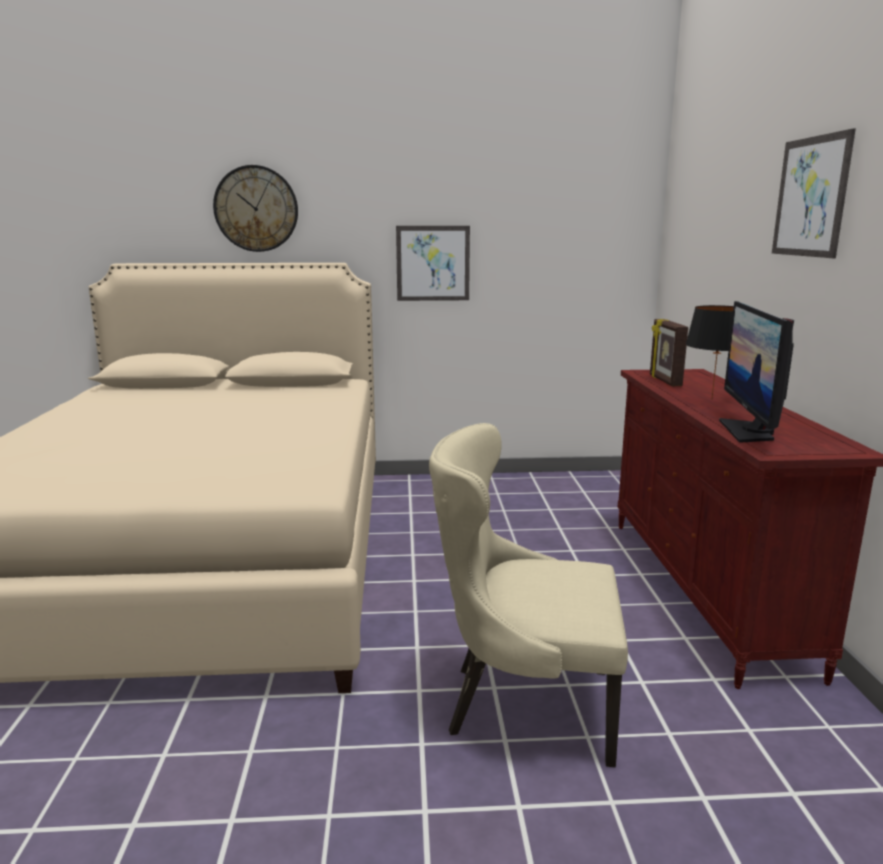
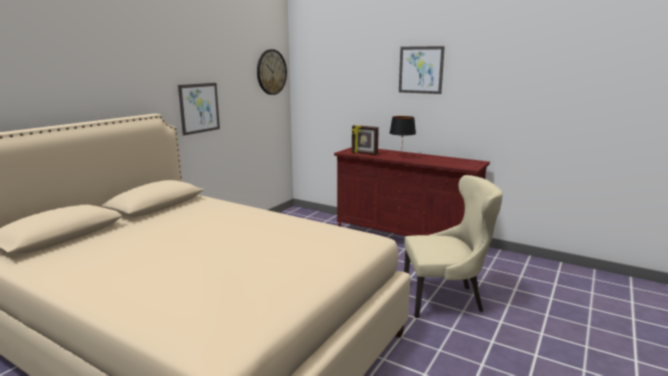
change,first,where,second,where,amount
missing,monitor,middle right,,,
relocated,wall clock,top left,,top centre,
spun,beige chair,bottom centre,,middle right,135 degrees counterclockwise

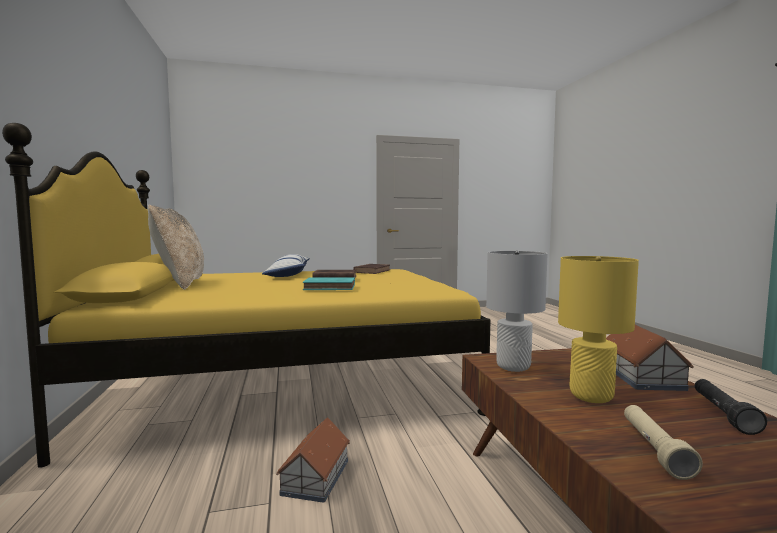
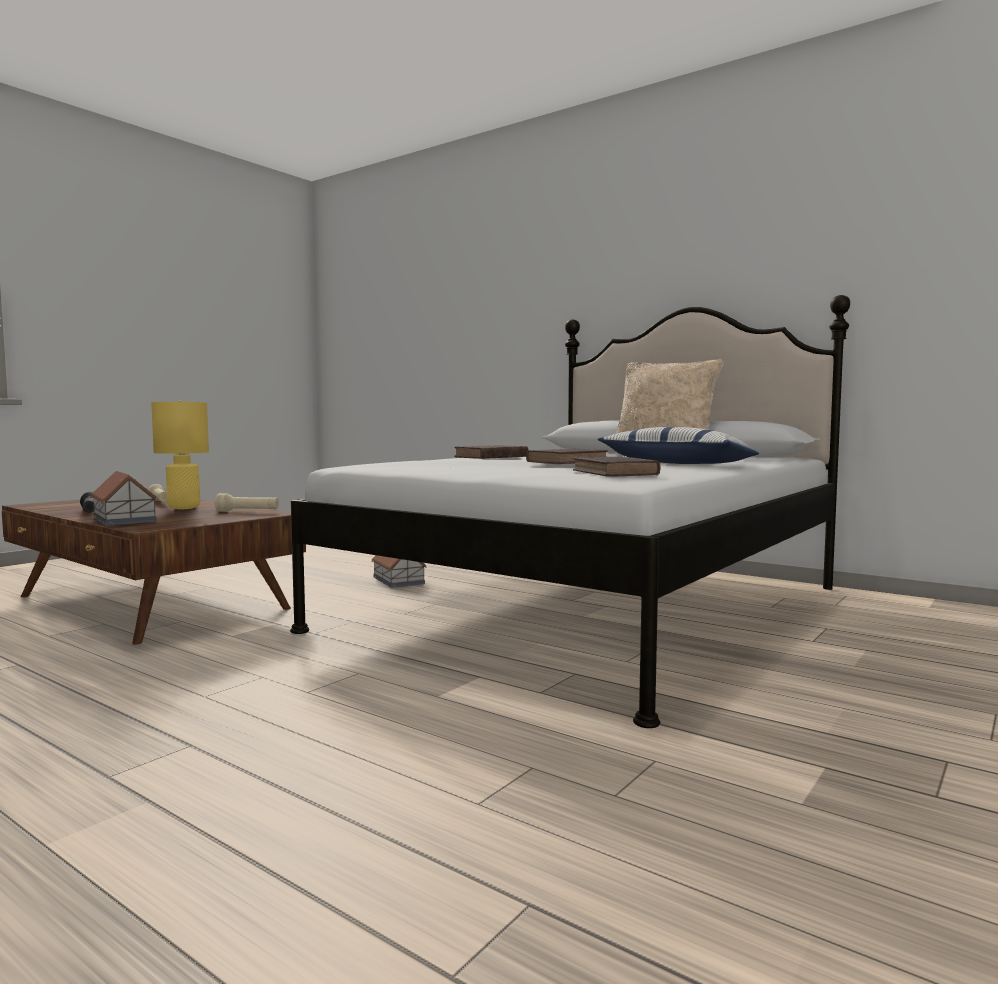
change,first,where,second,where,amount
exchanged,grey table lamp,centre,beige flashlight (no. 2 from left),middle left,
colour,yellow bed,middle left,white bed,centre,
colour,turquoise book,centre,brown book (no. 1 from left),centre,

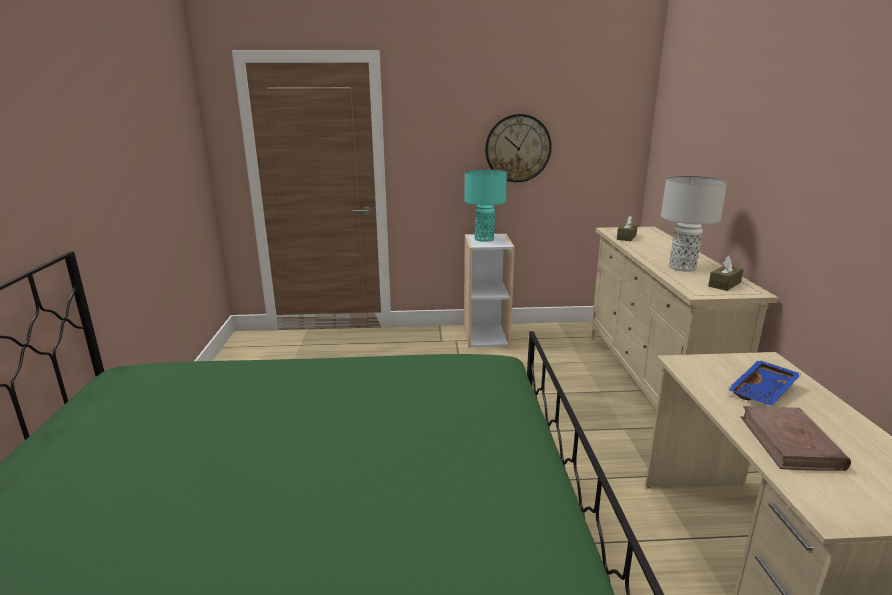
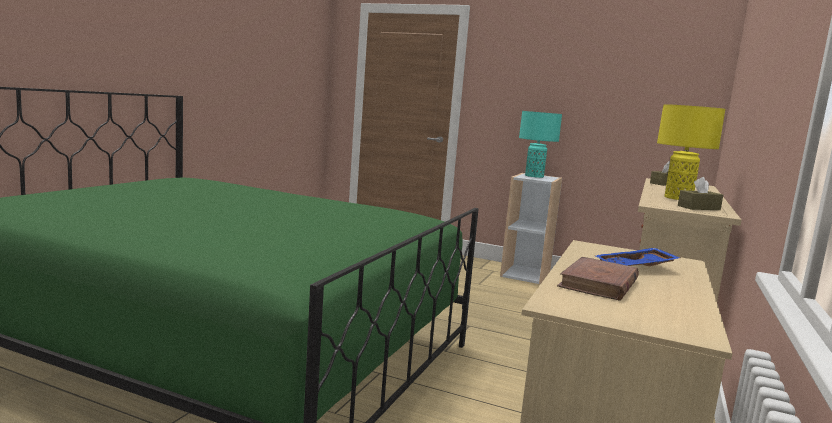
change,first,where,second,where,amount
missing,wall clock,top centre,,,
colour,white table lamp,middle right,yellow table lamp,middle right,

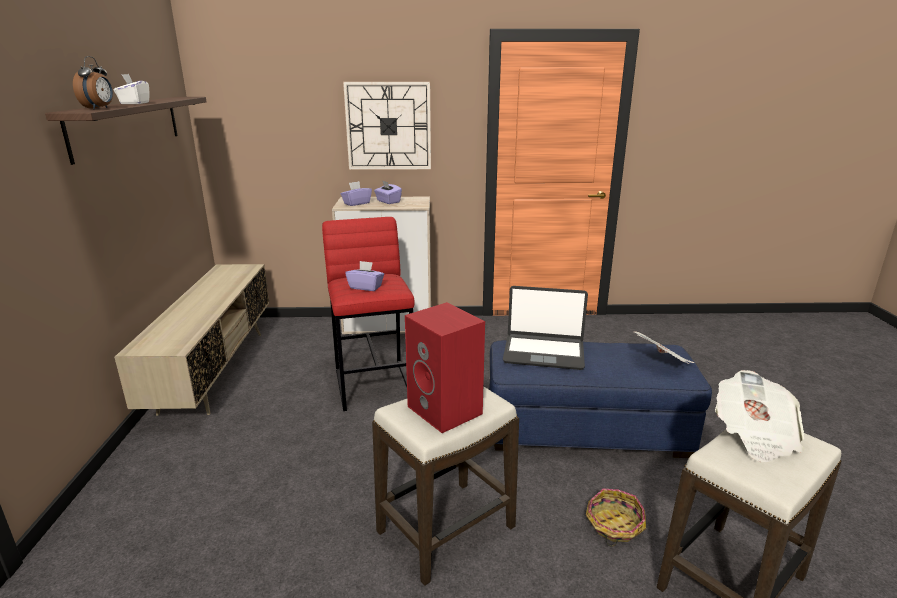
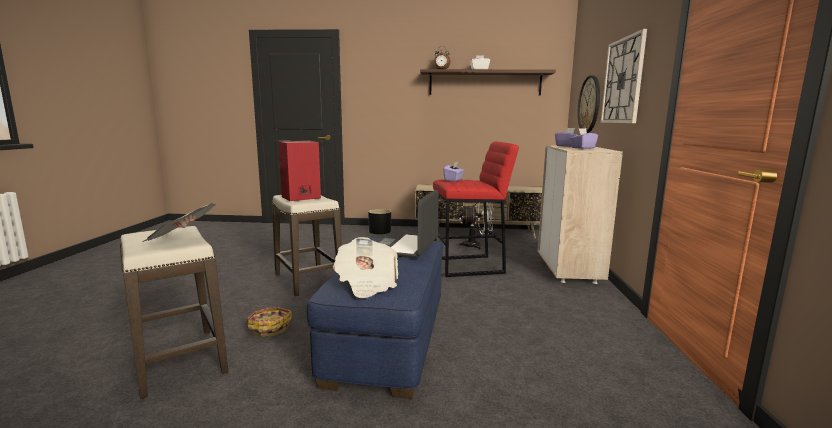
change,first,where,second,where,amount
appeared,,,black planter,centre,
appeared,,,white fan,centre,
appeared,,,wall clock (no. 1 from left),top right,

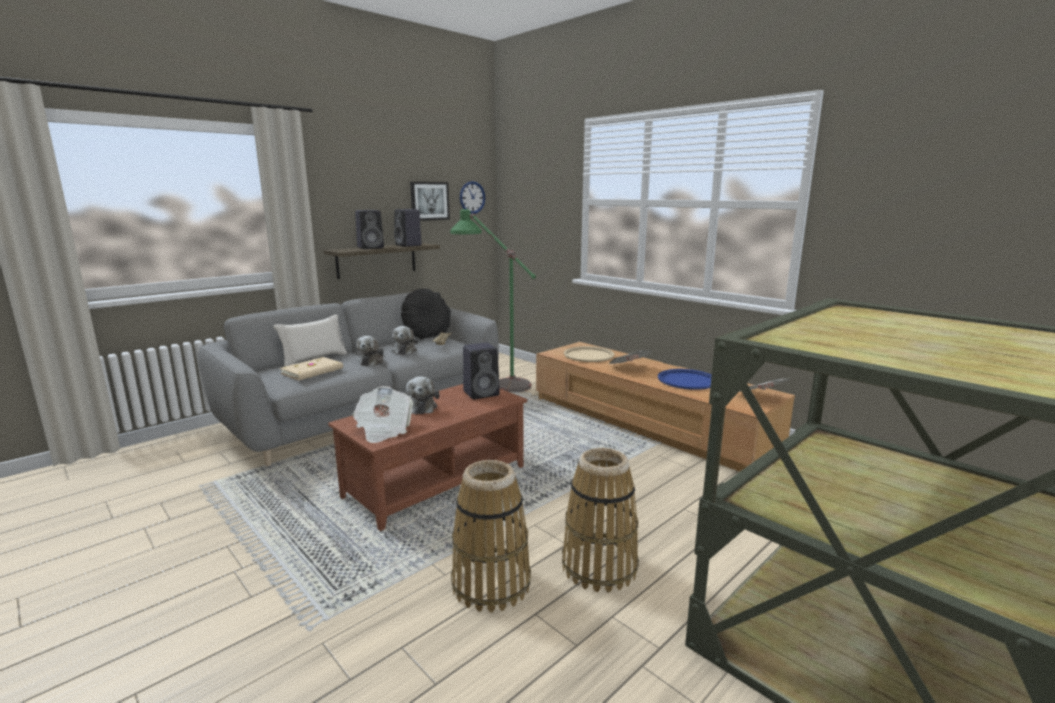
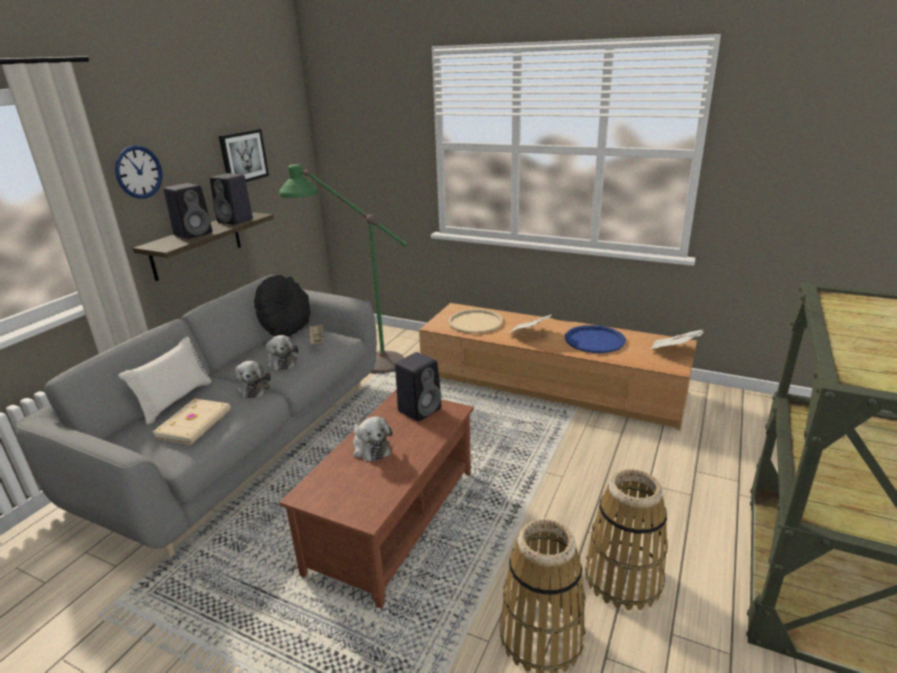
change,first,where,second,where,amount
missing,newspaper (no. 1 from left),centre,,,
relocated,wall clock,top centre,,top left,

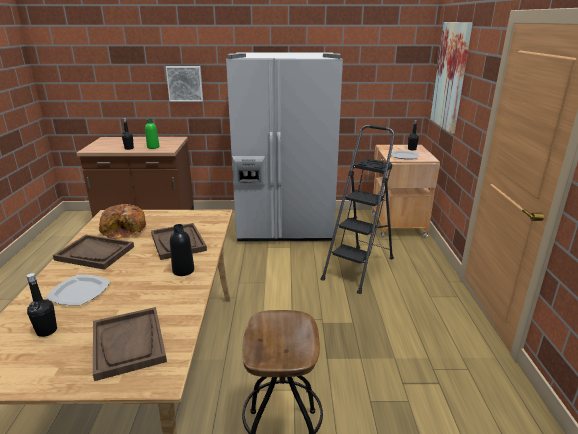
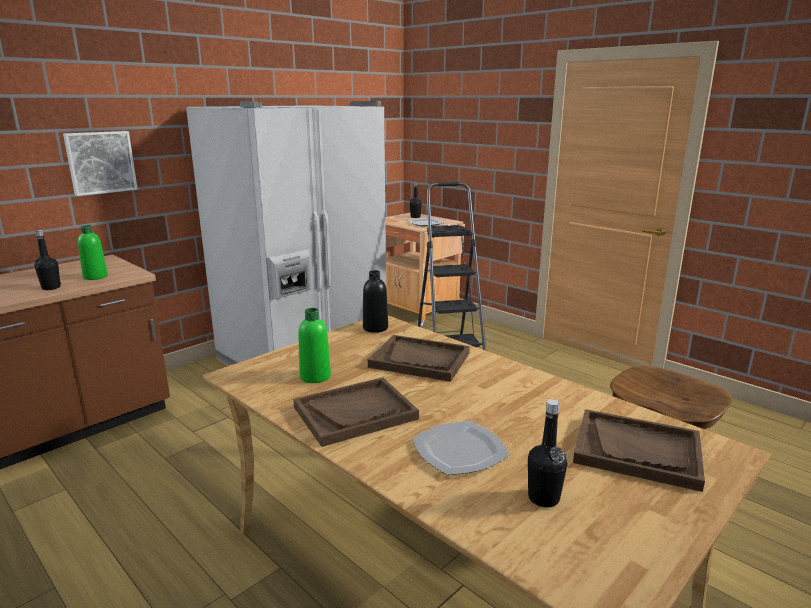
change,first,where,second,where,amount
missing,picture (no. 2 from left),top right,,,
relocated,black bottle (no. 3 from left in the first image),middle left,black bottle (no. 2 from left),centre,
exchanged,bread,middle left,green bottle (no. 2 from left),centre,

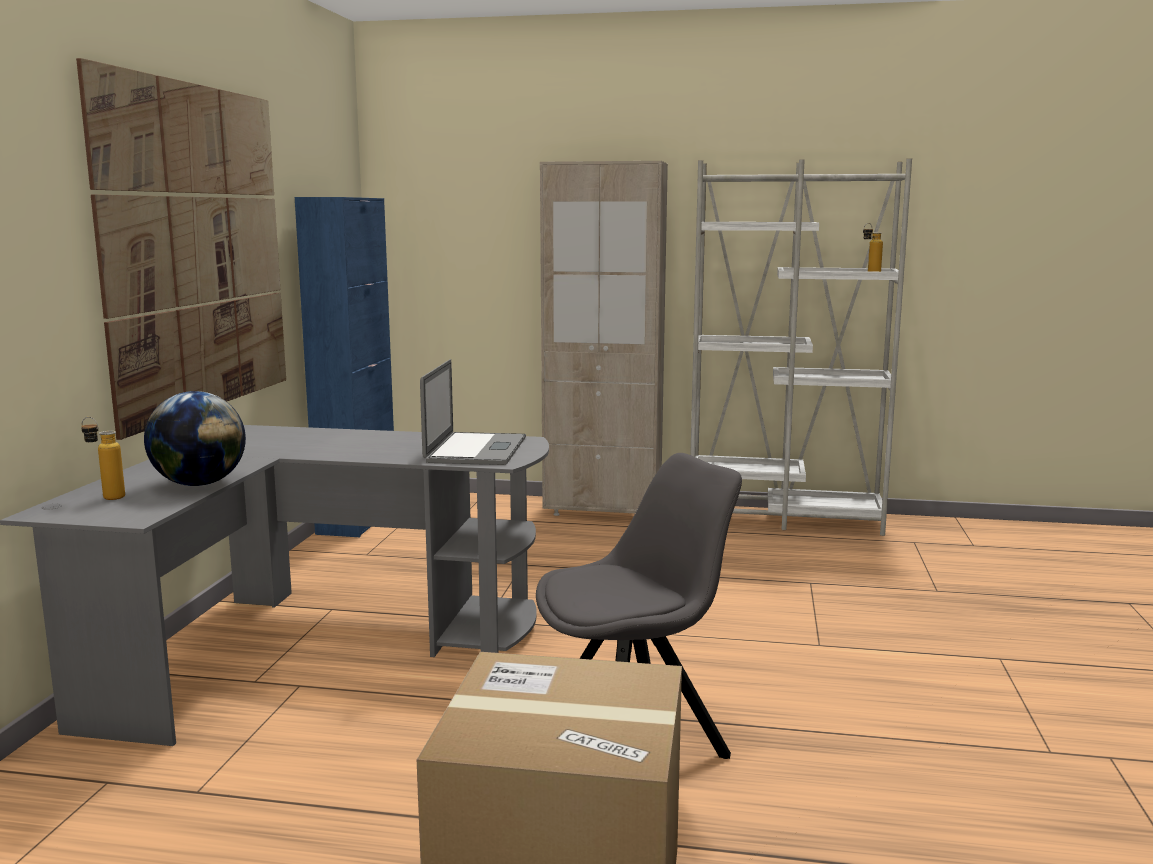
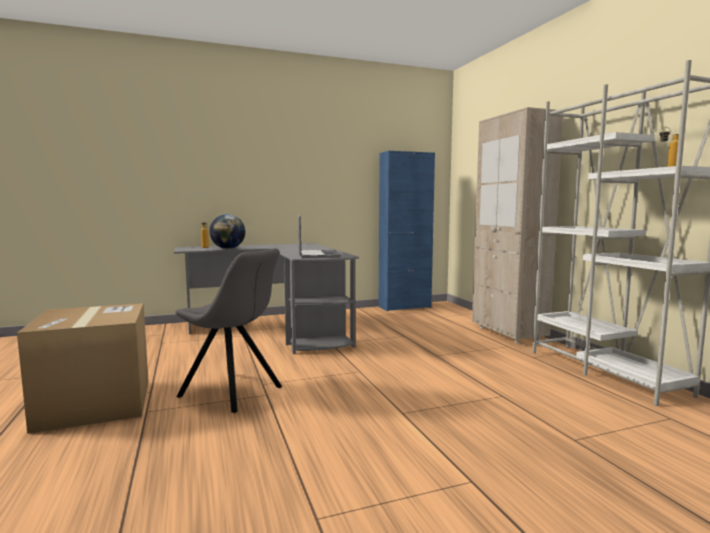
change,first,where,second,where,amount
missing,picture,top left,,,
spun,laptop,centre,,centre,75 degrees counterclockwise

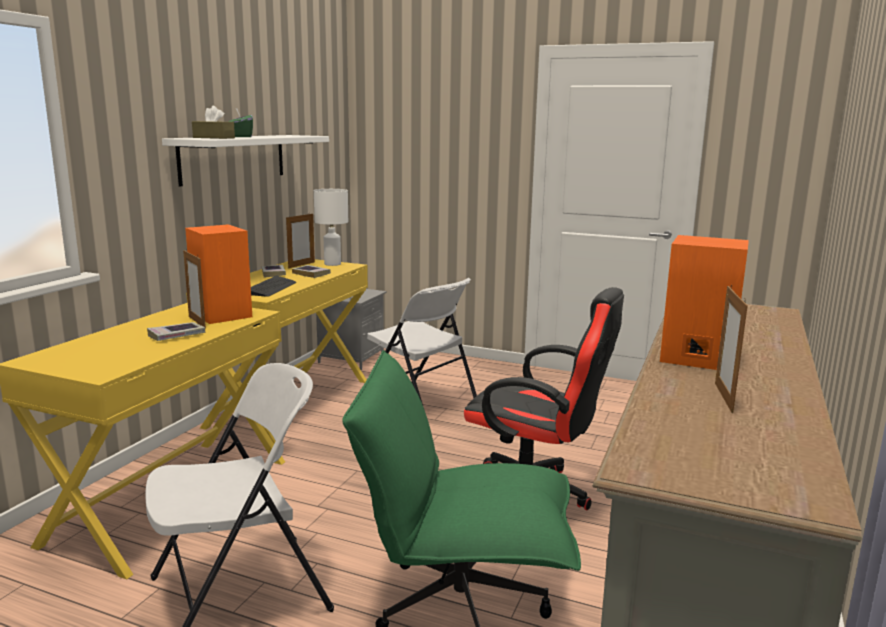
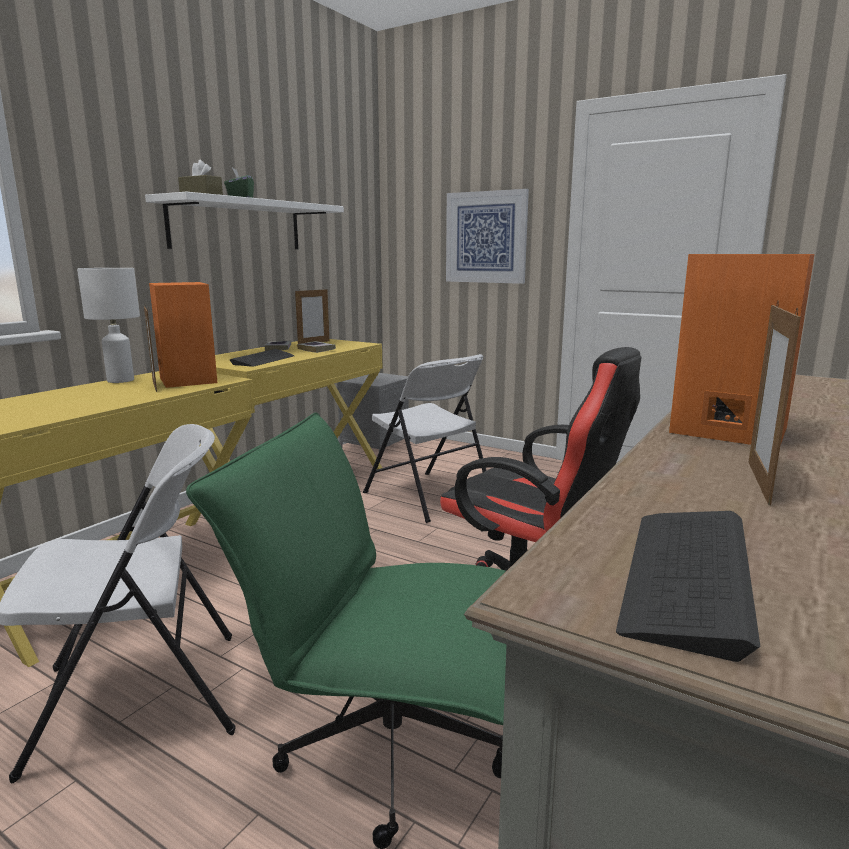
change,first,where,second,where,amount
missing,book (no. 1 from left),middle left,,,
appeared,,,picture,top centre,
appeared,,,keyboard (no. 2 from left),bottom right,
relocated,white table lamp,centre,,middle left,

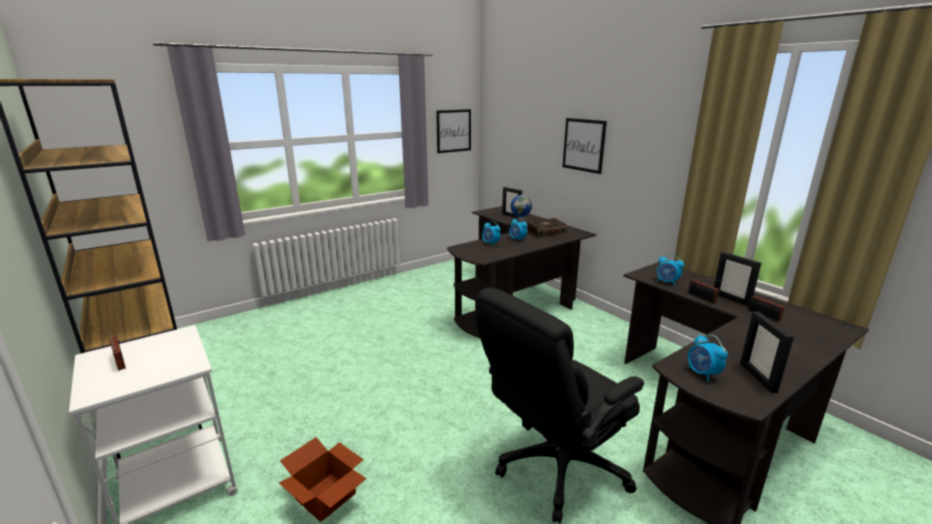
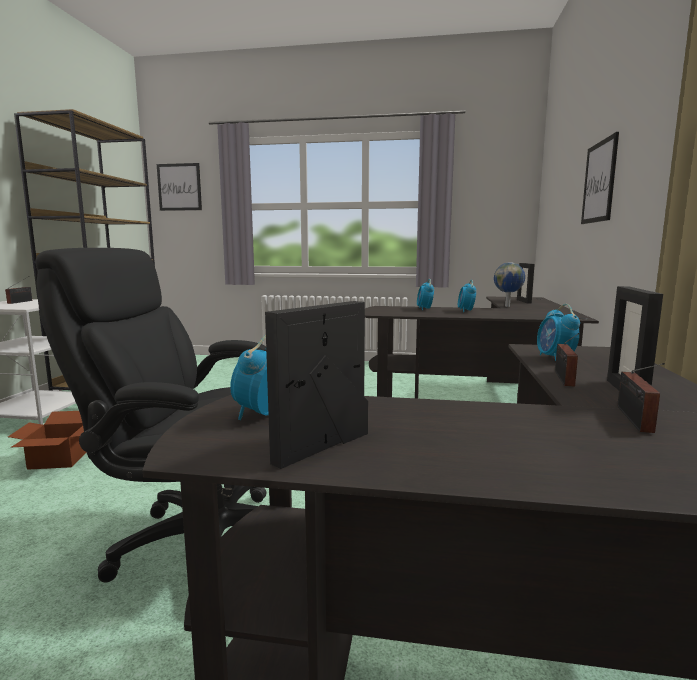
change,first,where,second,where,amount
missing,book,centre,,,
relocated,picture (no. 1 from left),top centre,,top left,

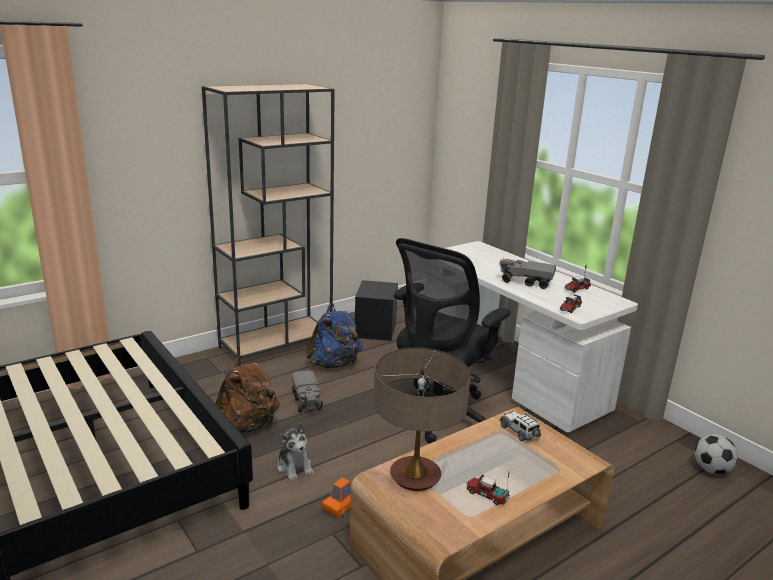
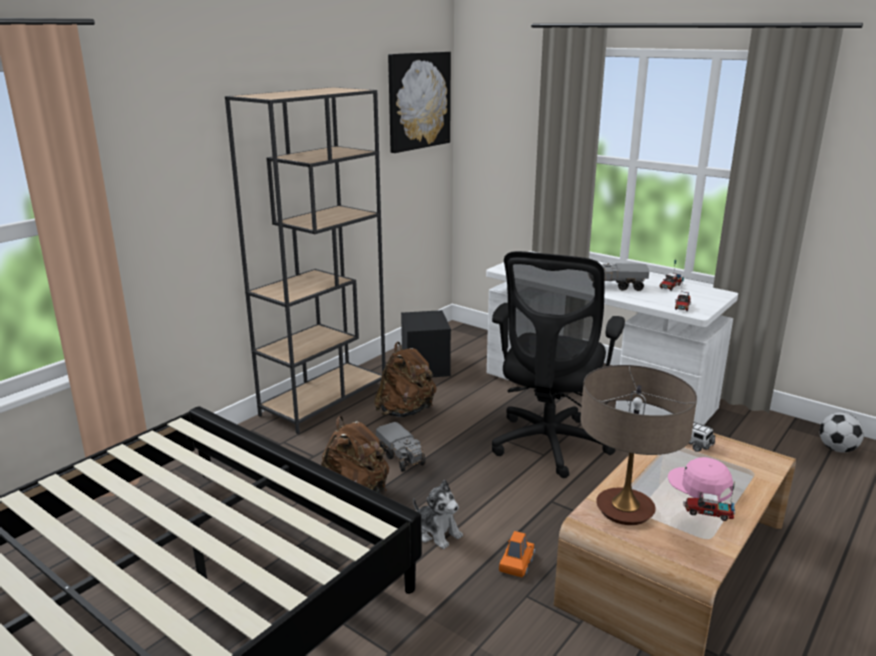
change,first,where,second,where,amount
appeared,,,picture,top centre,
appeared,,,pink cap,bottom right,
colour,blue backpack,centre,brown backpack (no. 2 from left),centre,

